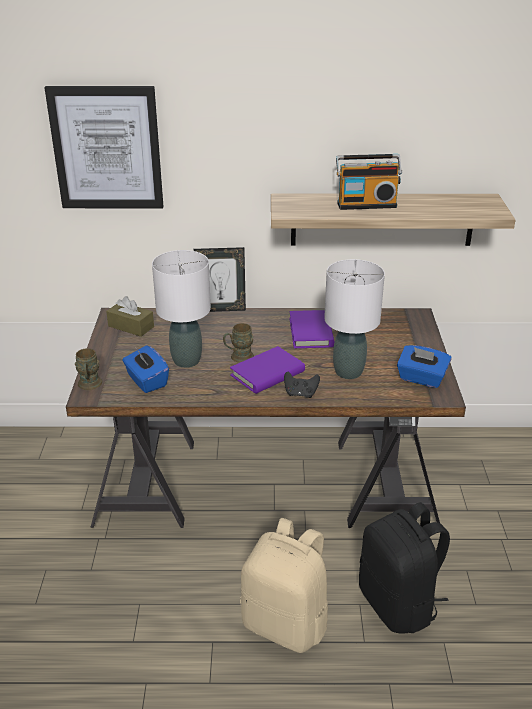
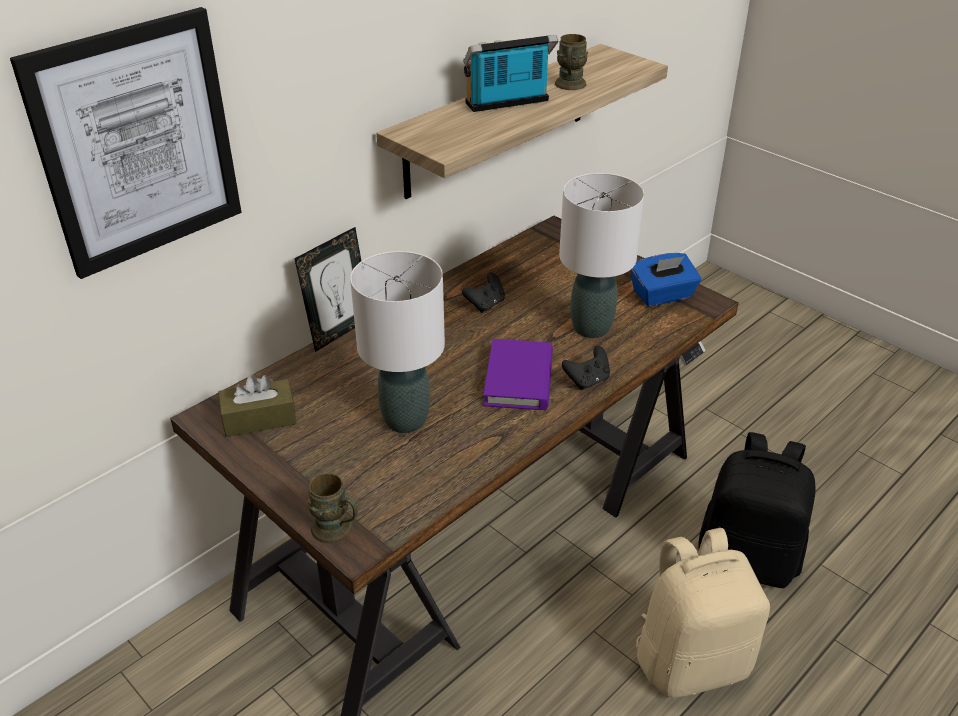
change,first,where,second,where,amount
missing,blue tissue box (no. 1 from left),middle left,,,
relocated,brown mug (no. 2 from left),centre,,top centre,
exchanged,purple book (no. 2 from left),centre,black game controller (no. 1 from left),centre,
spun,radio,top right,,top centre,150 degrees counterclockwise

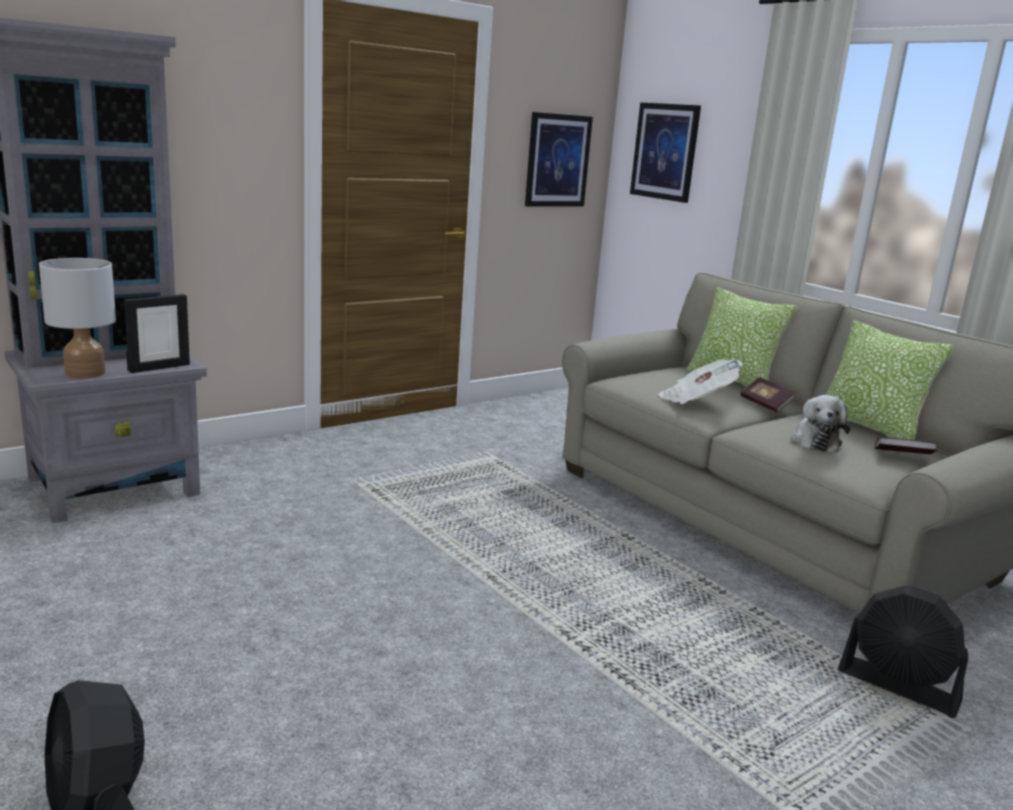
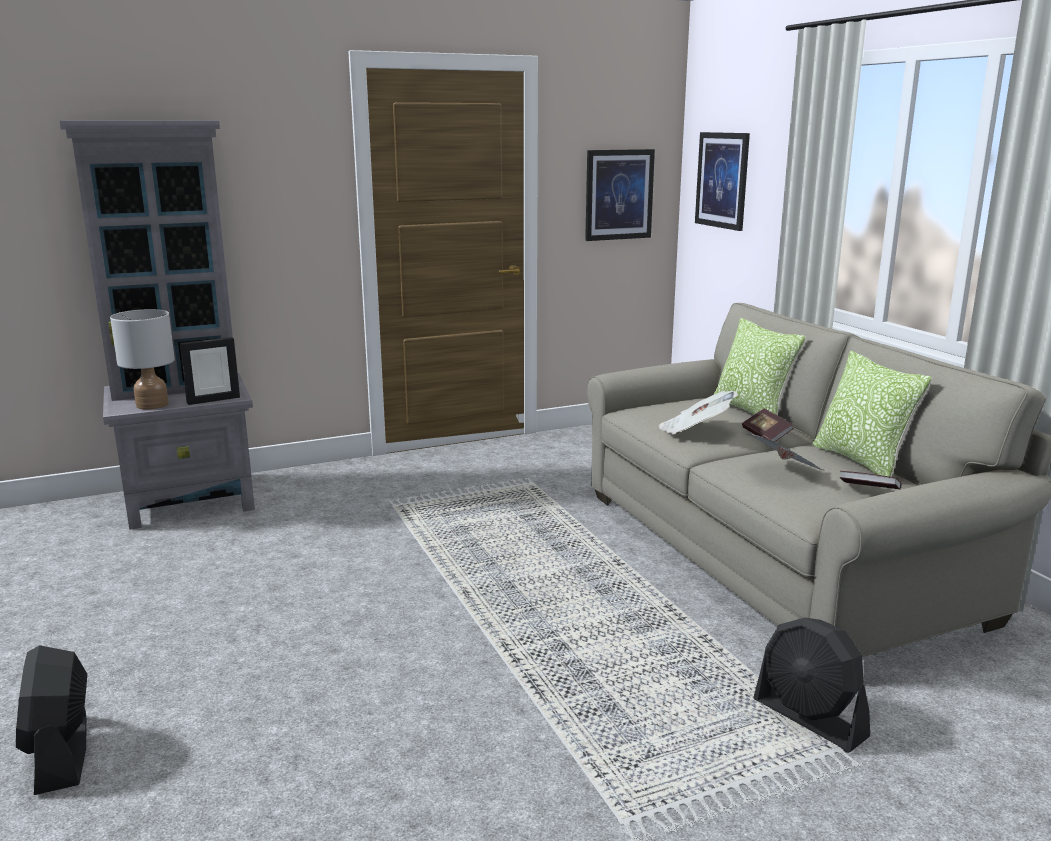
change,first,where,second,where,amount
exchanged,plush toy,middle right,newspaper (no. 2 from left),middle right,

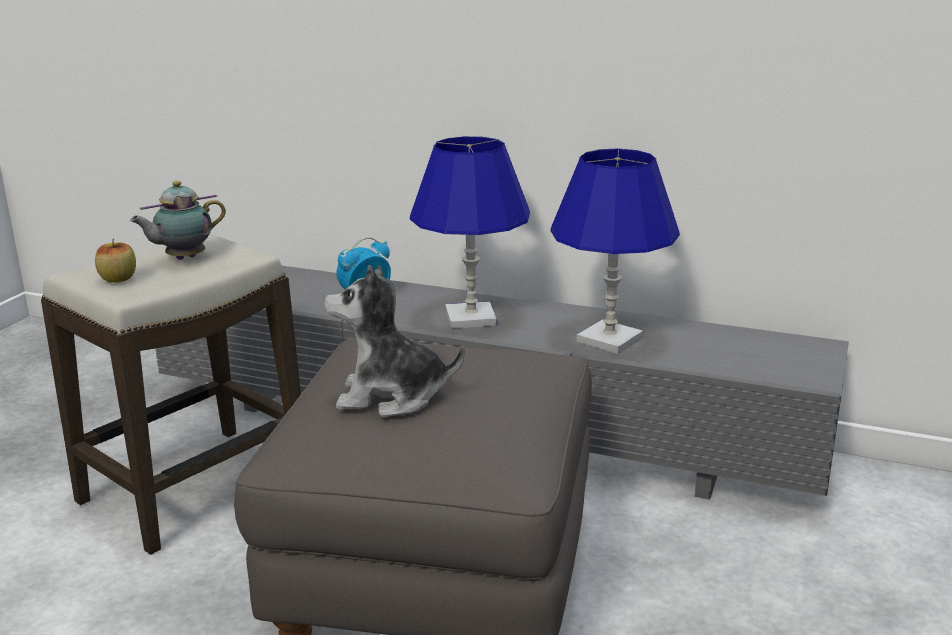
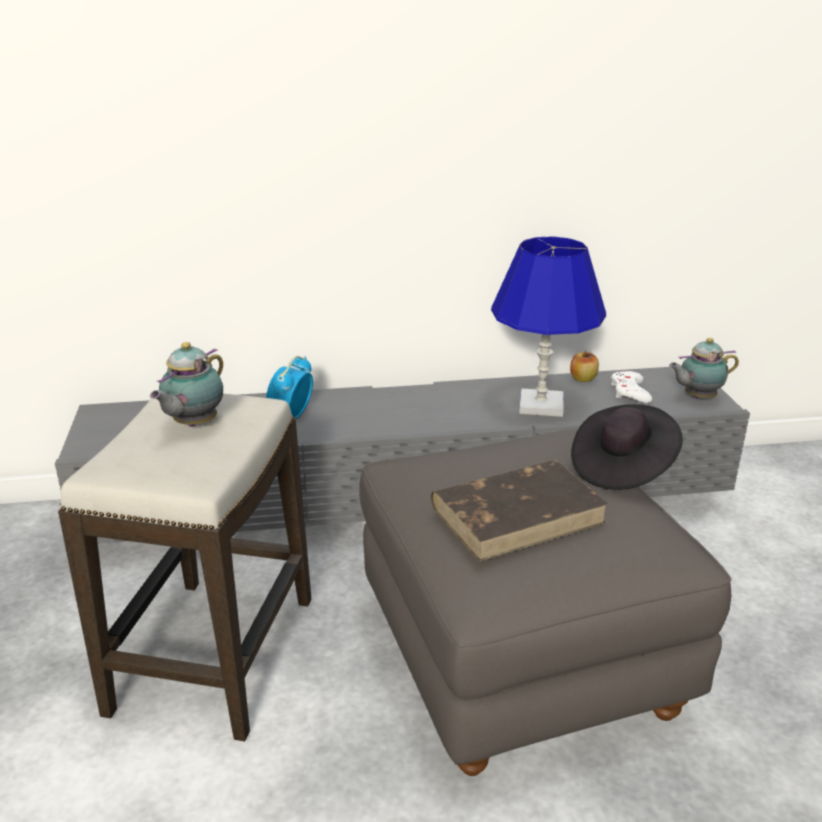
change,first,where,second,where,amount
missing,blue table lamp (no. 1 from left),centre,,,
appeared,,,black hat,middle right,
appeared,,,white game controller,middle right,
appeared,,,teapot (no. 2 from left),middle right,
relocated,apple,middle left,,middle right,
exchanged,plush toy,centre,brown book,centre,

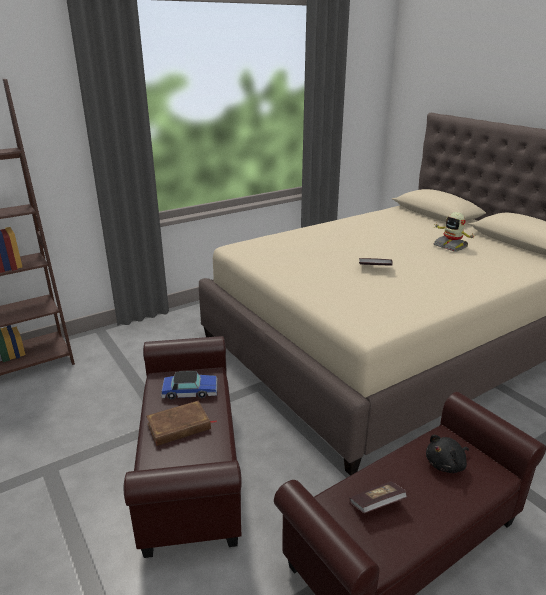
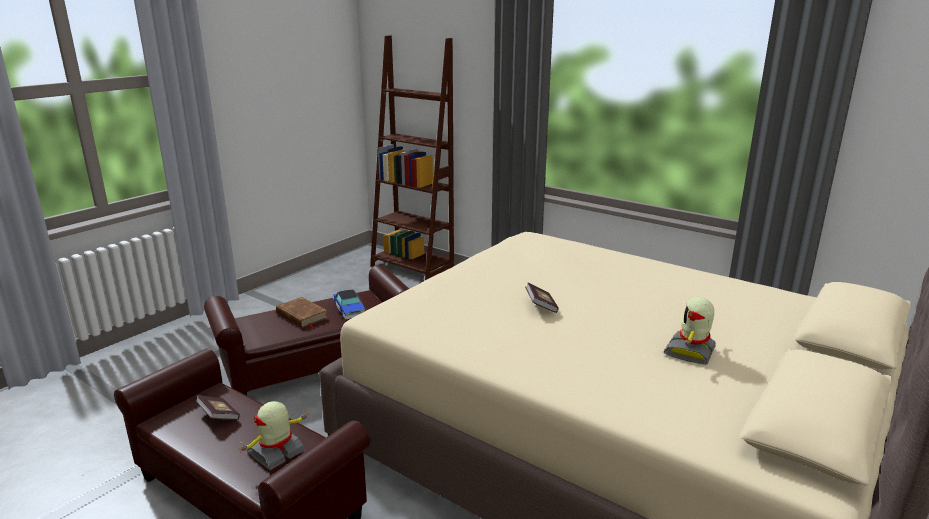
change,first,where,second,where,amount
exchanged,black plush toy,bottom right,toy robot (no. 1 from left),bottom left,

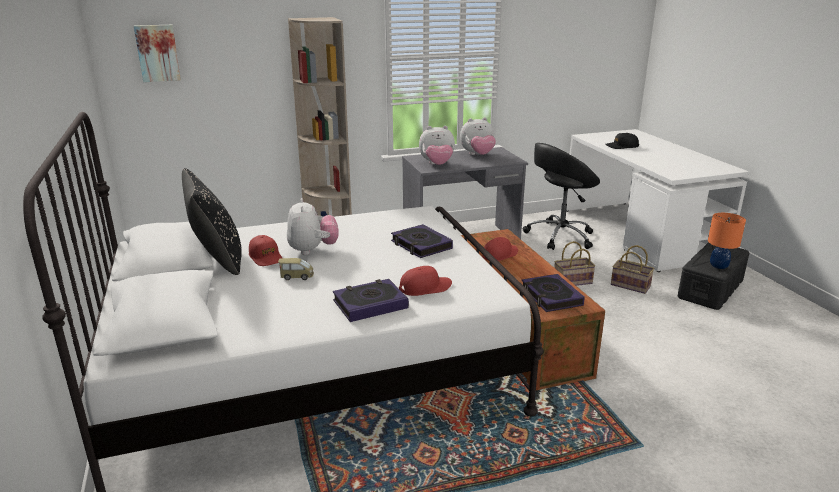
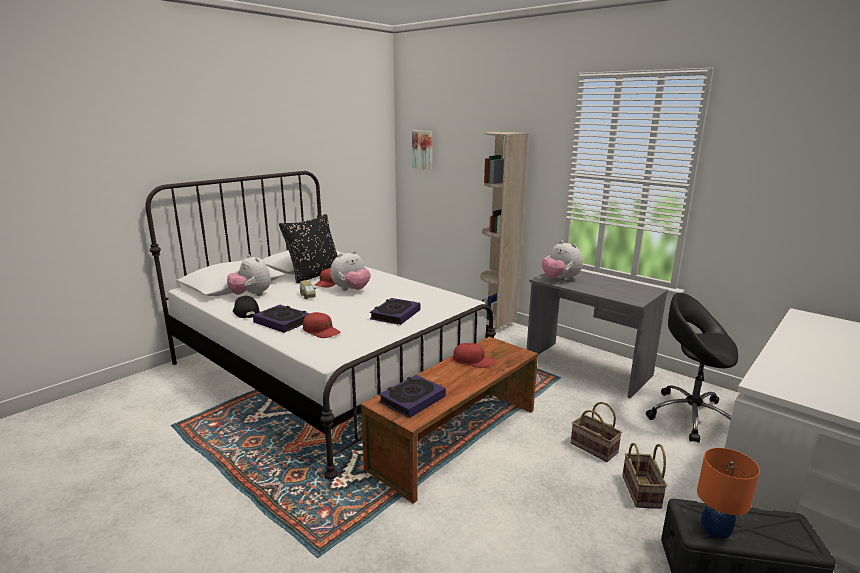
change,first,where,second,where,amount
relocated,plush toy (no. 3 from left in the first image),top centre,plush toy (no. 1 from left),middle left,
relocated,black cap,top right,,middle left,

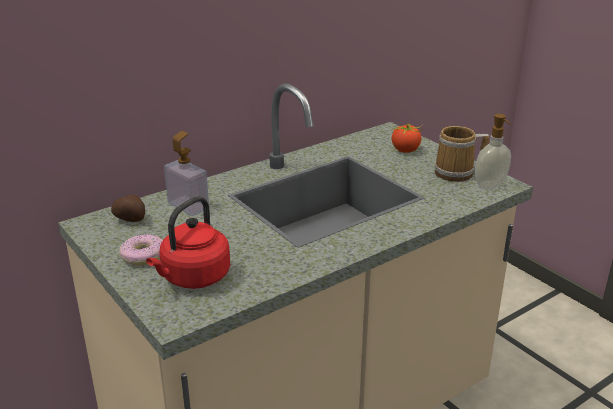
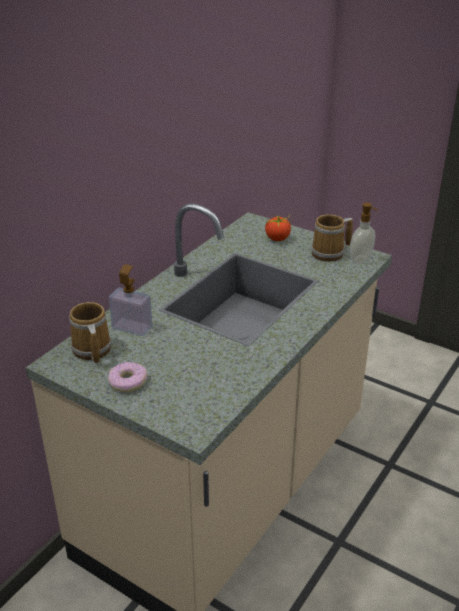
change,first,where,second,where,amount
missing,red kettle,middle left,,,
exchanged,potato,middle left,mug (no. 1 from left),middle left,

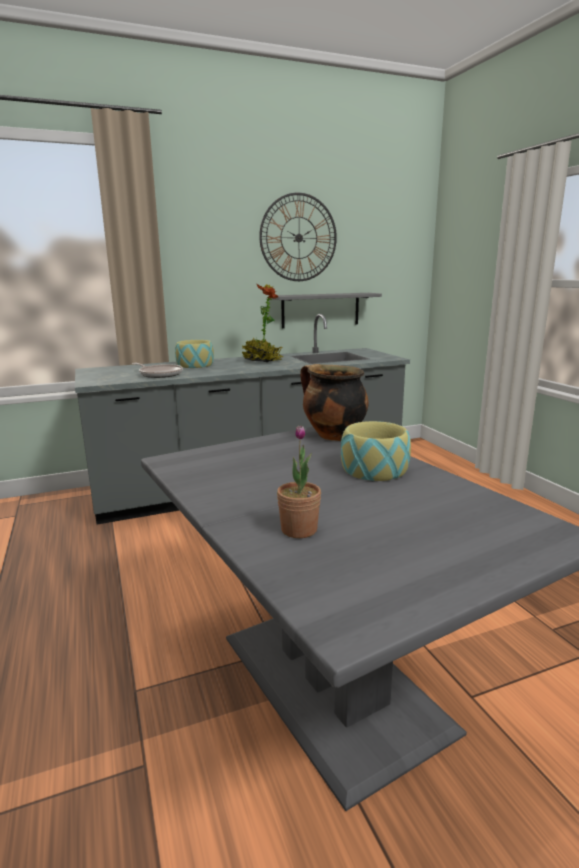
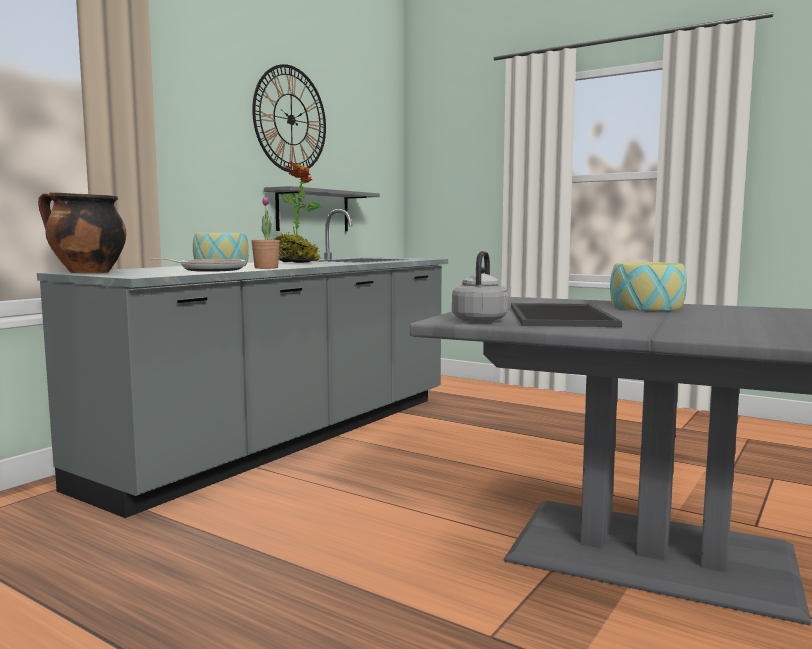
change,first,where,second,where,amount
appeared,,,grey kettle,centre,
appeared,,,tray,middle right,
relocated,potted plant (no. 2 from left in the first image),centre,potted plant (no. 1 from left),middle left,
relocated,cooking pot,centre,,middle left,

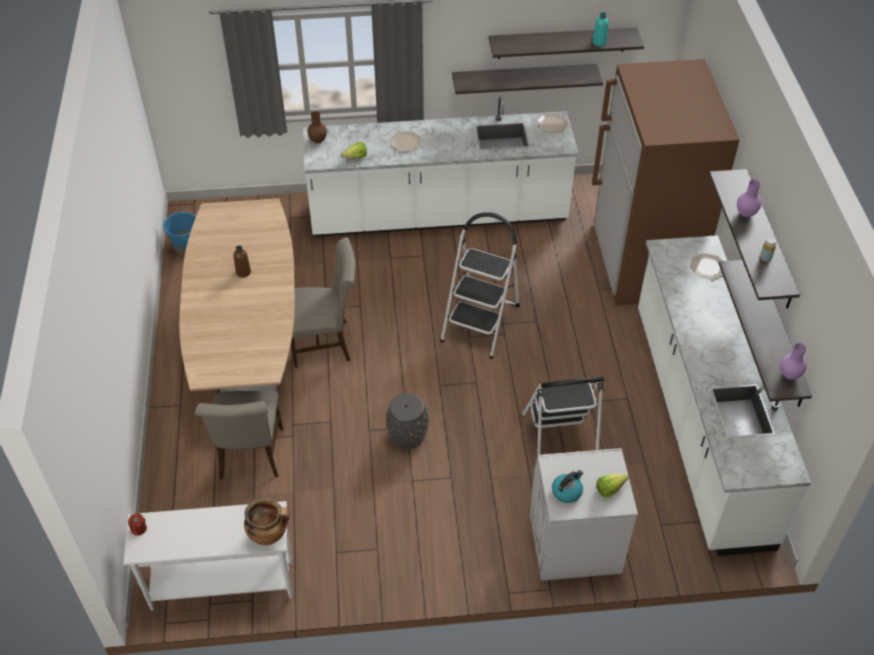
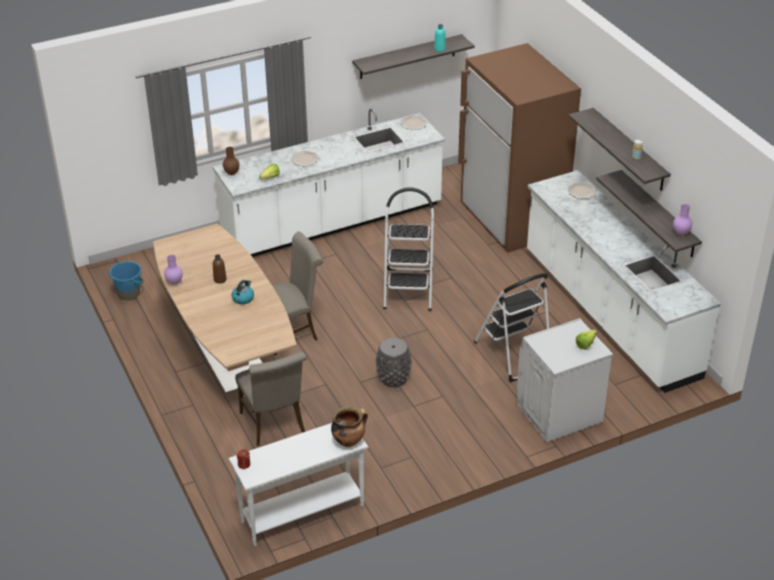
change,first,where,second,where,amount
missing,shelf (no. 1 from left),top centre,,,
relocated,kettle,bottom centre,,middle left,
relocated,purple vase (no. 1 from left),top right,,middle left,

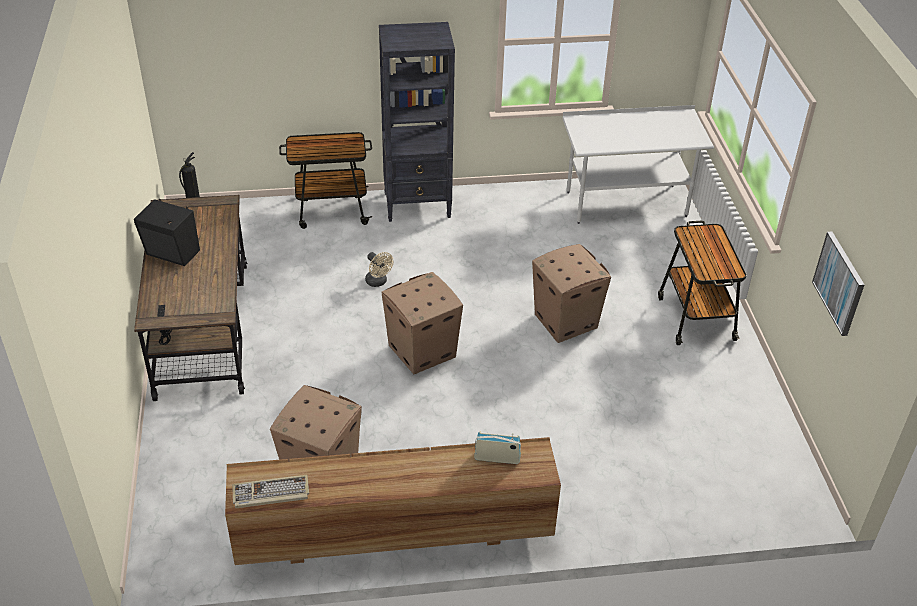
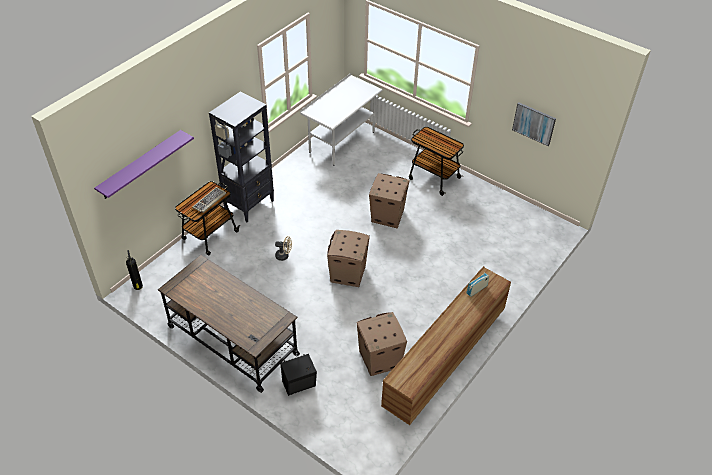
change,first,where,second,where,amount
appeared,,,purple shelf,middle left,
relocated,black speaker,middle left,,bottom centre,
relocated,keyboard,bottom left,,middle left,

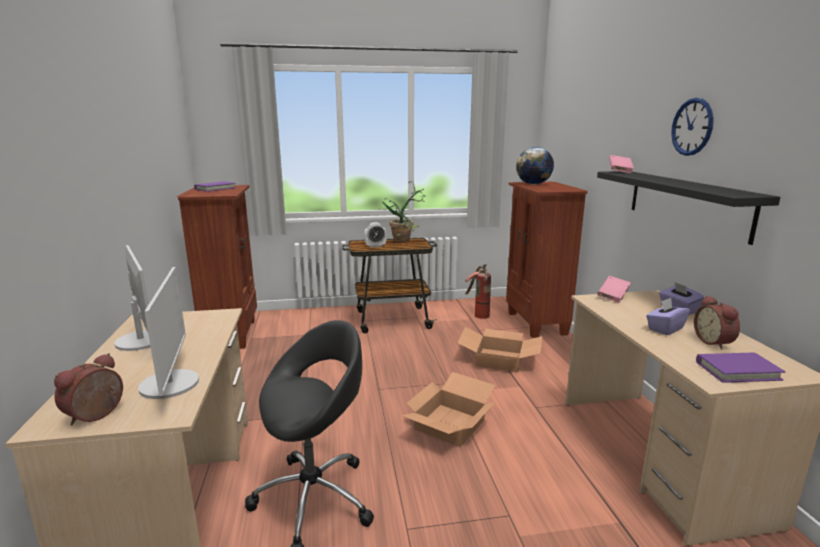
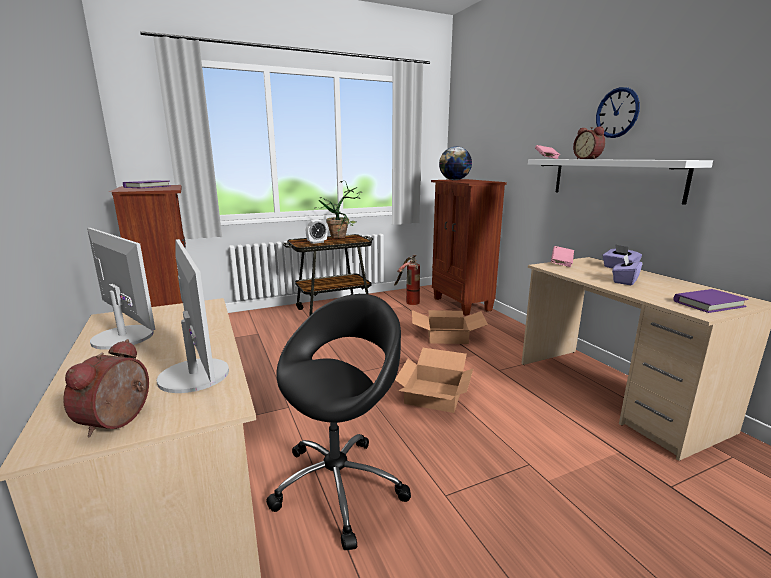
change,first,where,second,where,amount
relocated,alarm clock (no. 3 from left),middle right,,top right,
colour,black shelf,middle right,white shelf,top right,

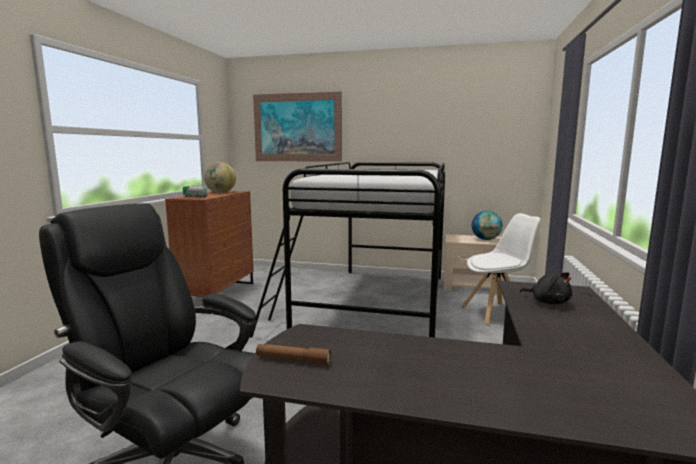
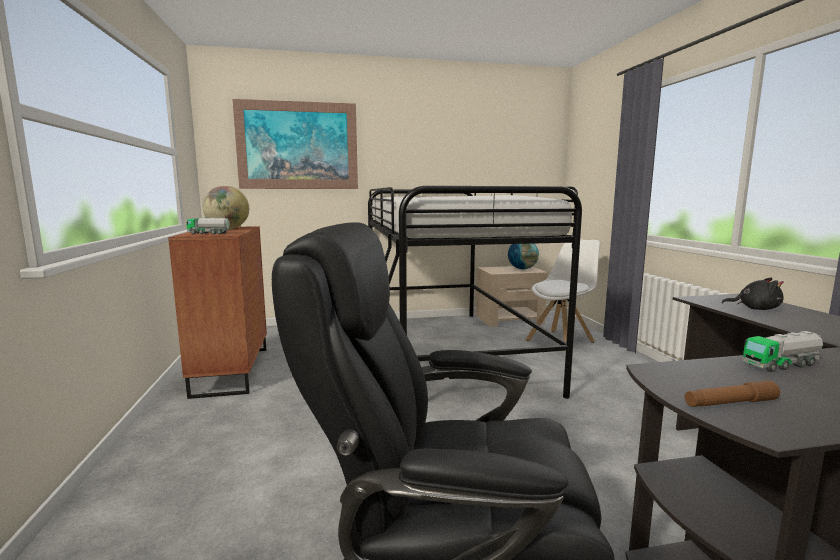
change,first,where,second,where,amount
appeared,,,toy truck (no. 2 from left),middle right,

